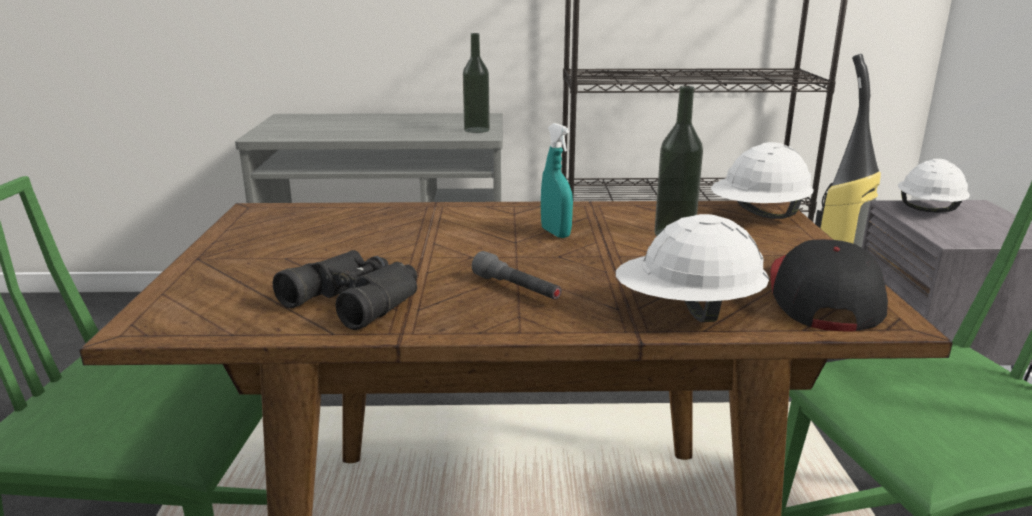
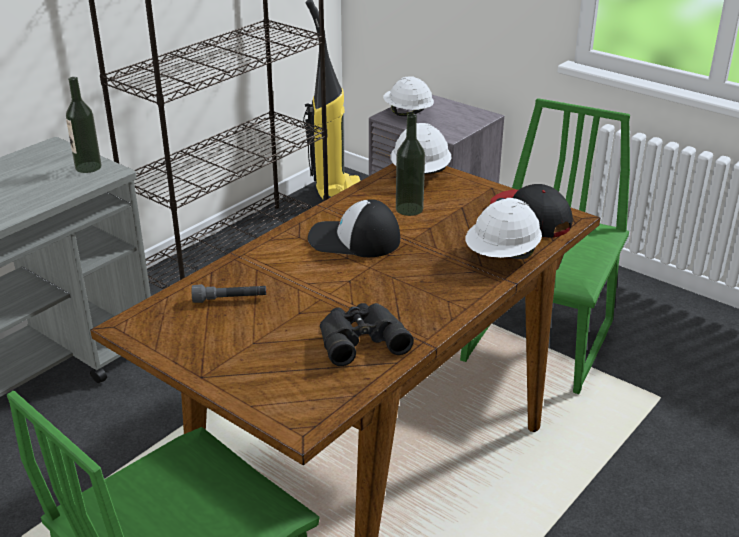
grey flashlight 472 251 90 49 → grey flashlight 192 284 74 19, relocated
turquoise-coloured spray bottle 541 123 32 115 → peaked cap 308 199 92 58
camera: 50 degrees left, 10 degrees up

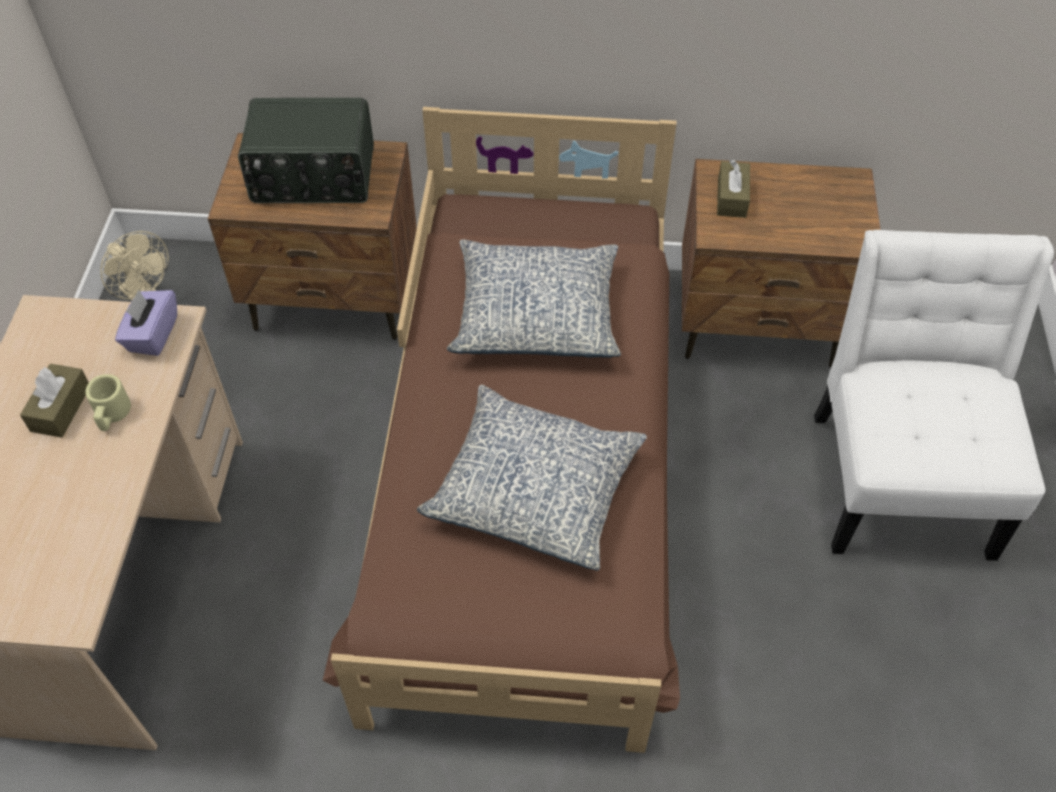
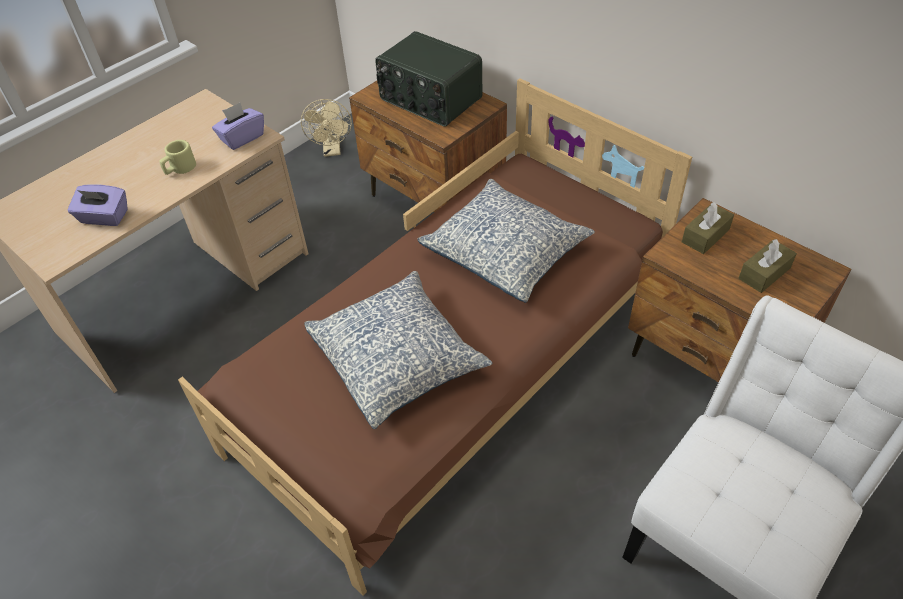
brown box of tissues 20 364 69 74 → brown box of tissues 739 239 58 54, relocated
- → purple box of tissues 68 184 60 42
camera: 40 degrees right, 5 degrees down

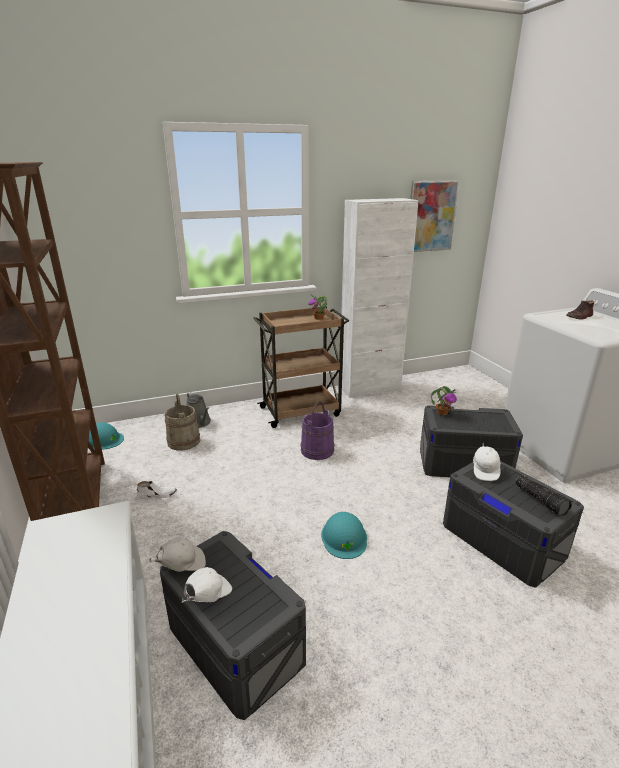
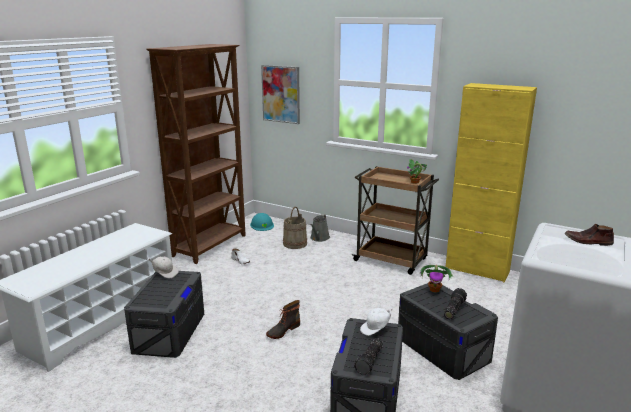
whitish peaked cap 182 567 50 36 → -
purple water bucket 301 401 34 59 → -
turquoise-coloured safety helmet 321 512 46 47 → boot 266 300 34 39
whitish cabinet 341 198 78 200 → yellow cabinet 445 83 92 200
picture 410 180 50 72 → picture 261 65 39 59, relocated
- → flashlight 444 288 23 31
camera: 50 degrees right, 5 degrees down

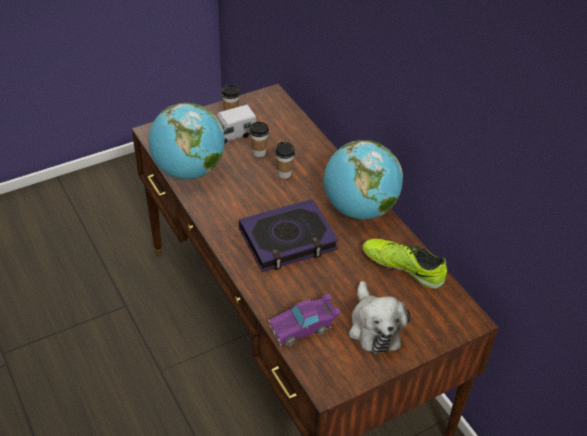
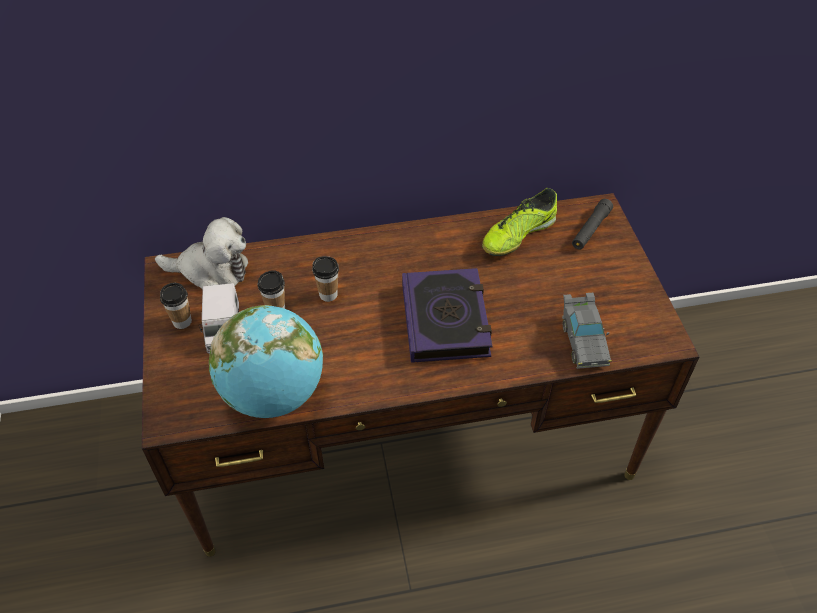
purple miniature car 268 294 73 52 → grey miniature car 562 293 50 76
desk globe 324 140 79 79 → -
plush toy 349 281 61 73 → plush toy 155 217 93 72, relocated
- → black-coloured flashlight 572 199 41 51
camera: 70 degrees left, 5 degrees up

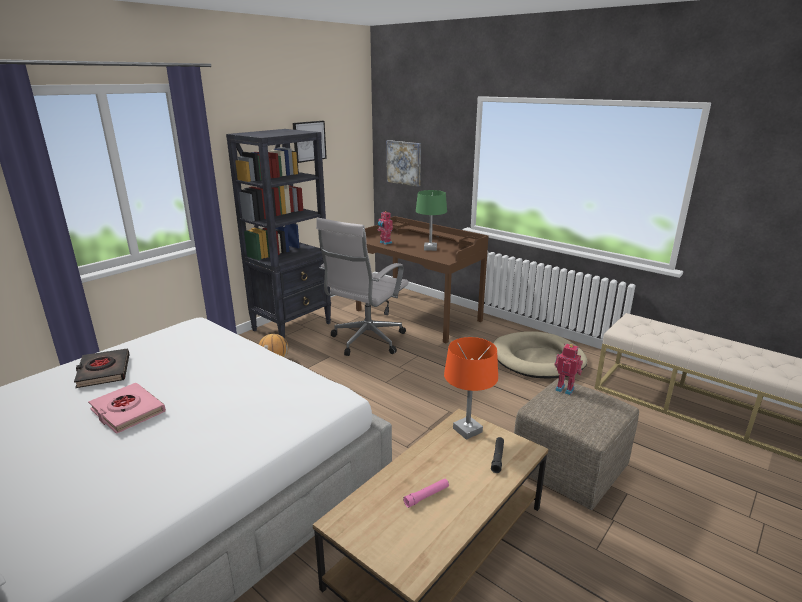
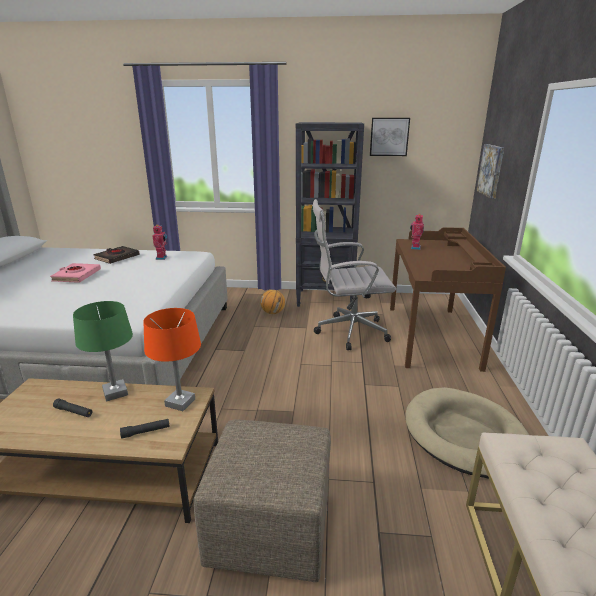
pink flashlight 403 478 46 30 → black-coloured flashlight 53 399 39 18
green-coloured lamp for a table 416 190 31 61 → green-coloured lamp for a table 73 301 60 101, relocated
model robot 554 343 29 52 → model robot 153 224 14 36, relocated
camera: 55 degrees right, 0 degrees up

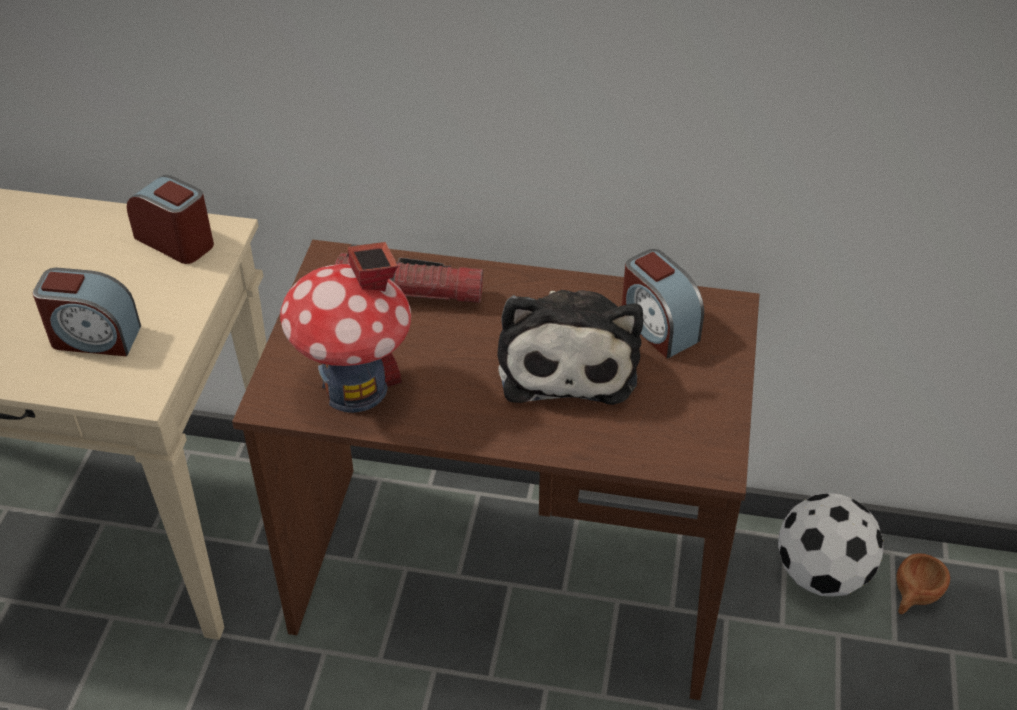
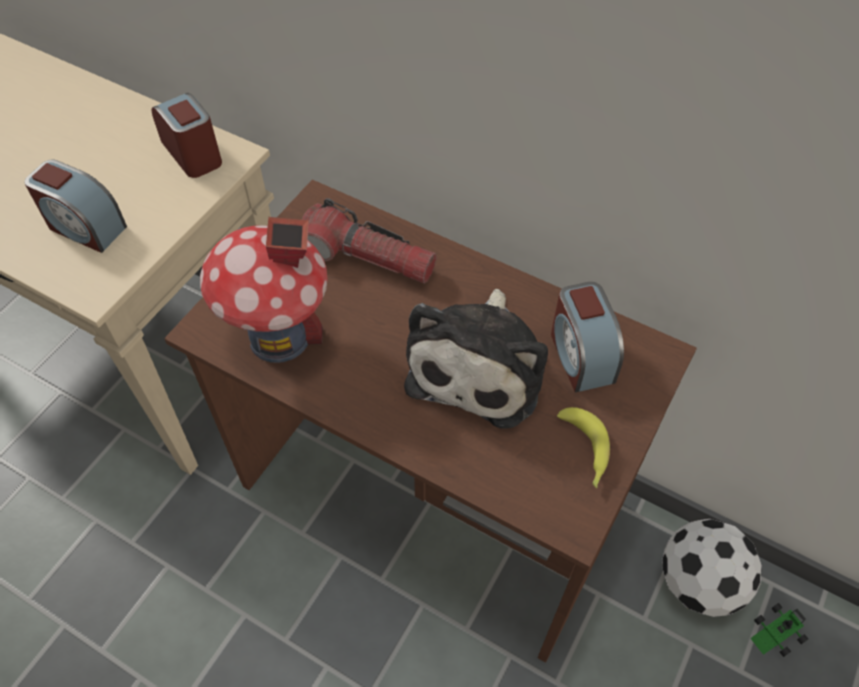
brown drinking cup 896 553 54 61 → miniature car 750 603 58 54
- → whole banana 557 407 53 81
camera: 20 degrees right, 10 degrees up

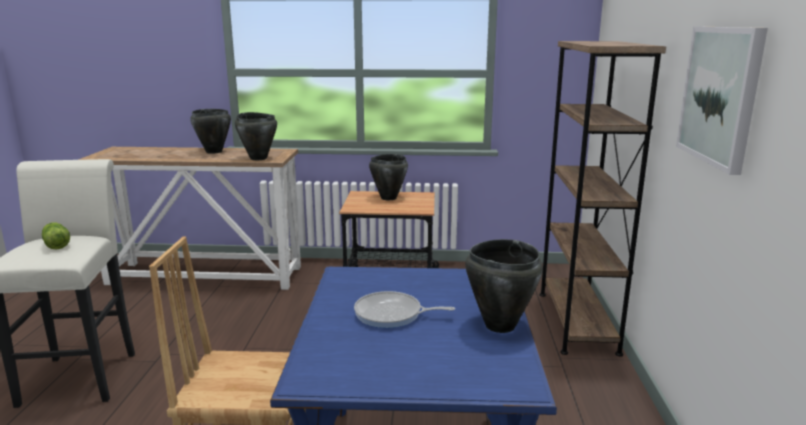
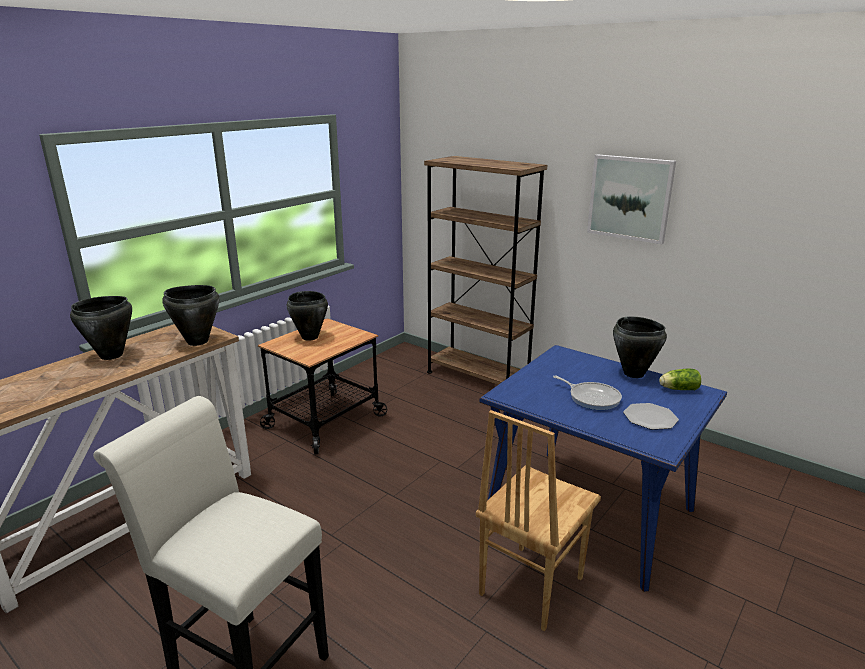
lettuce 42 222 28 27 → lettuce 659 368 42 22, relocated
skillet 354 291 101 37 → skillet 553 376 69 34, 90 degrees counterclockwise
- → dinner plate 623 403 56 27
camera: 55 degrees left, 5 degrees up

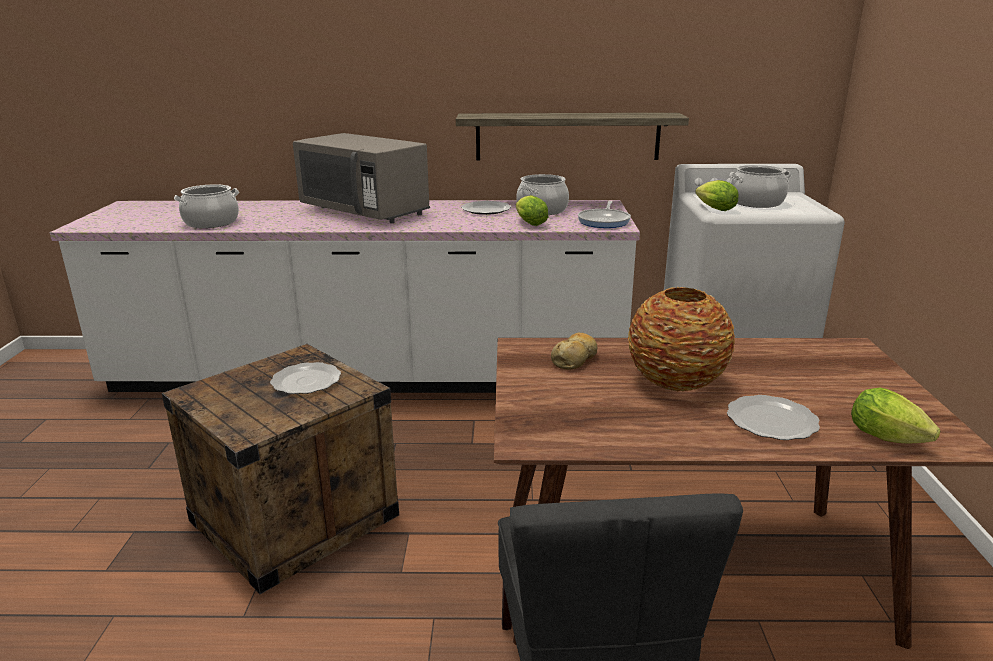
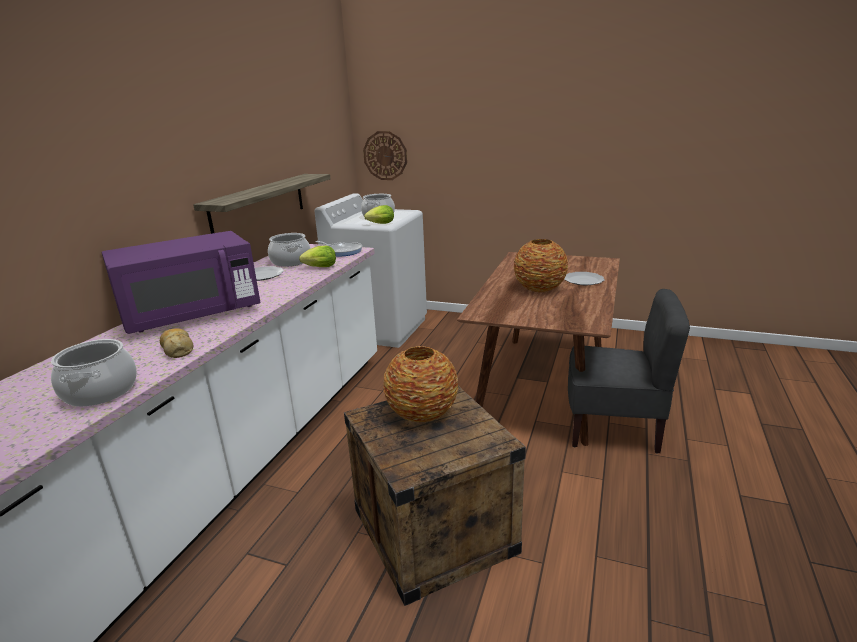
dinner plate 270 362 71 32 → decorative vase 383 346 75 76
grey kitchen microwave 293 133 137 90 → purple kitchen microwave 102 231 159 103
bread 551 333 46 37 → bread 160 328 33 30, relocated
lettuce 851 388 89 55 → -
- → clock on the wall 363 131 44 49
camera: 70 degrees left, 0 degrees up

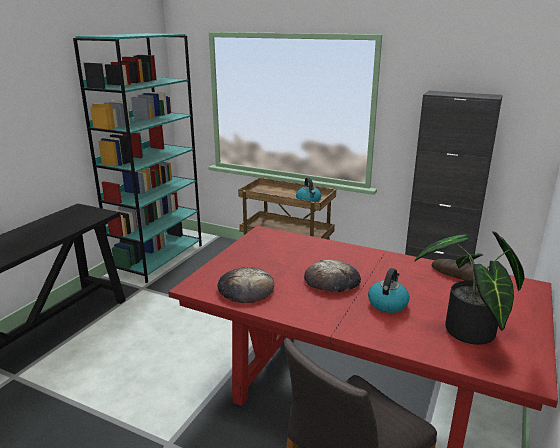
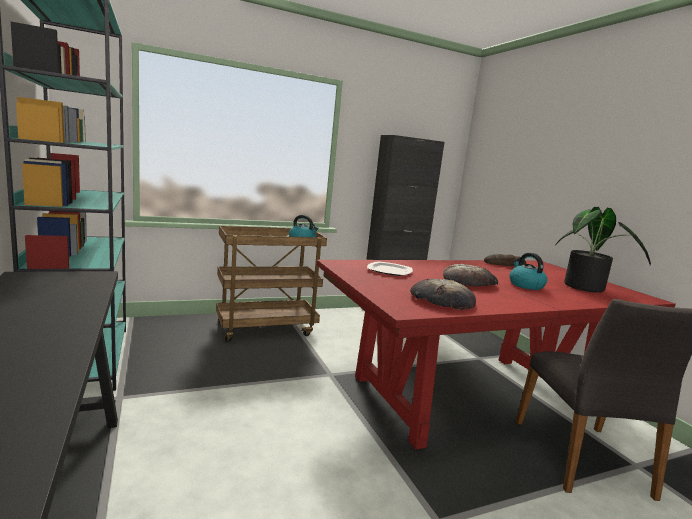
- → dinner plate 367 261 46 15
camera: 50 degrees left, 10 degrees down

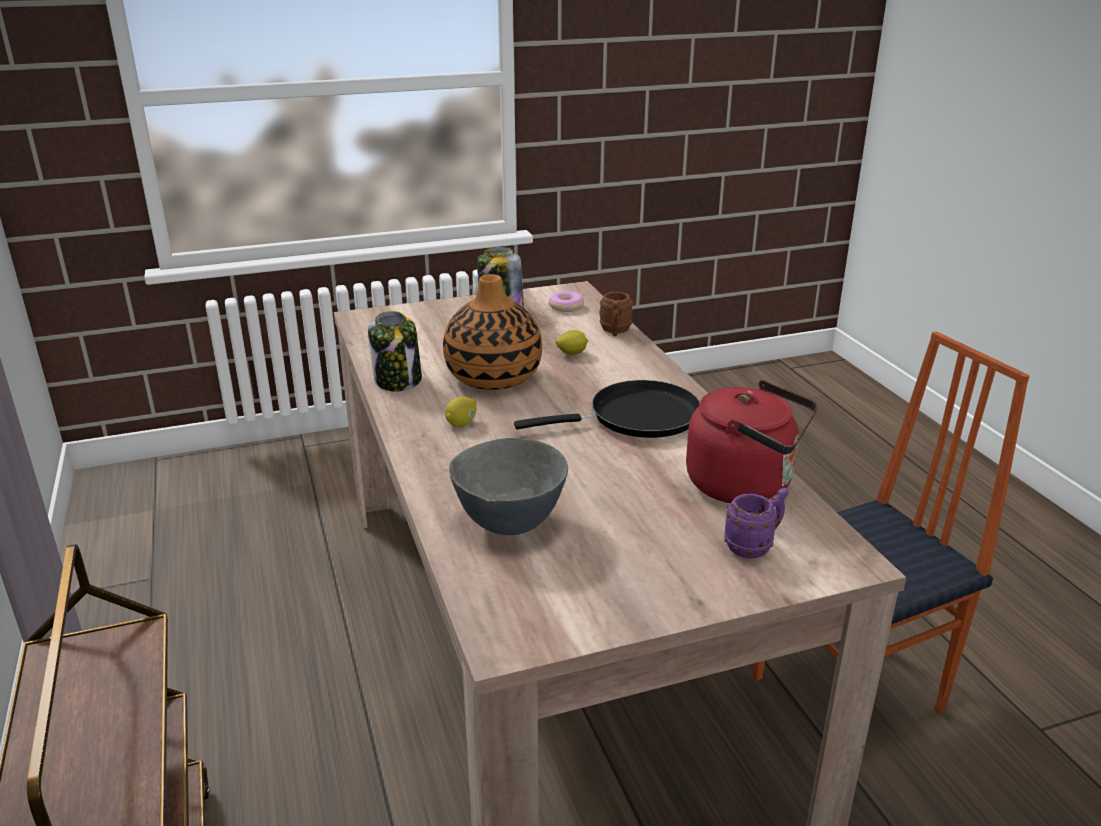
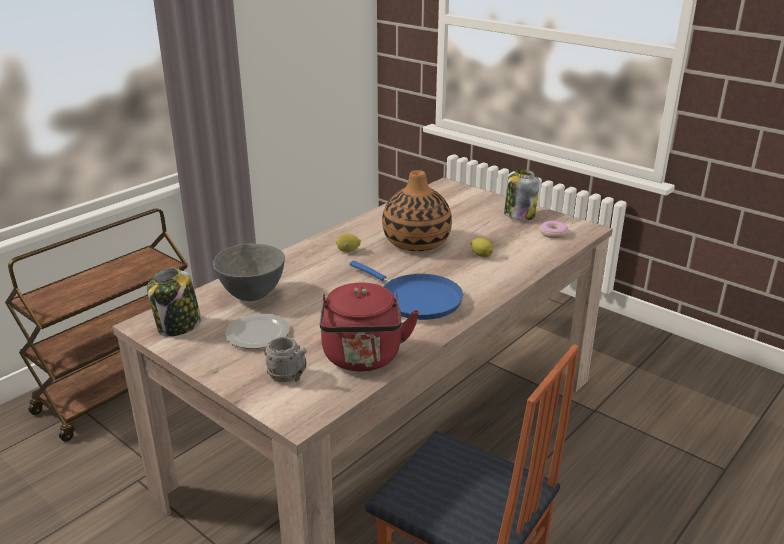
storage jar 368 311 54 81 → storage jar 147 268 54 69, relocated
black-coloured skillet 514 380 186 58 → blue skillet 349 261 114 59
brown coffee mug 599 292 34 44 → -
purple coffee mug 724 488 64 71 → grey coffee mug 265 337 42 45
- → dinner plate 225 314 65 35
camera: 60 degrees right, 0 degrees up

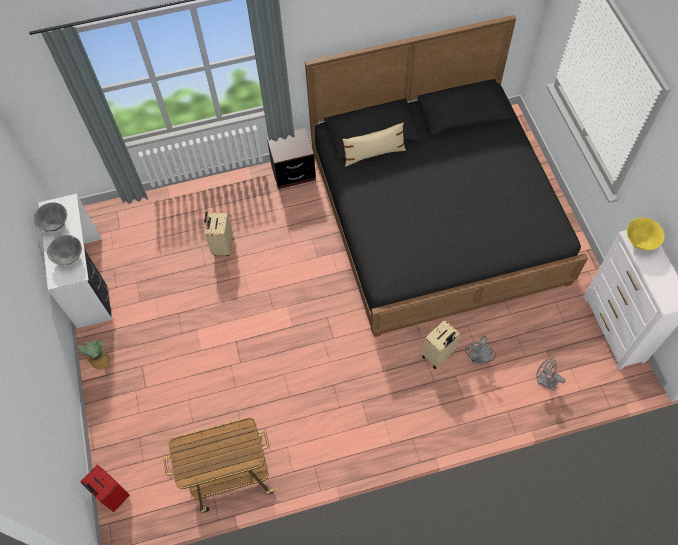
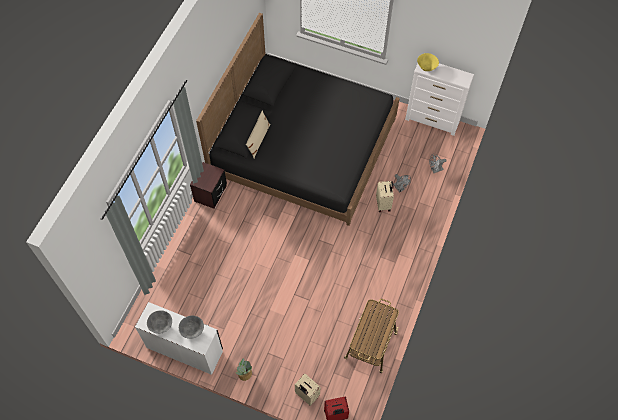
beige piece of luggage 204 212 29 44 → beige piece of luggage 295 373 26 33, relocated
camera: 55 degrees left, 0 degrees up

